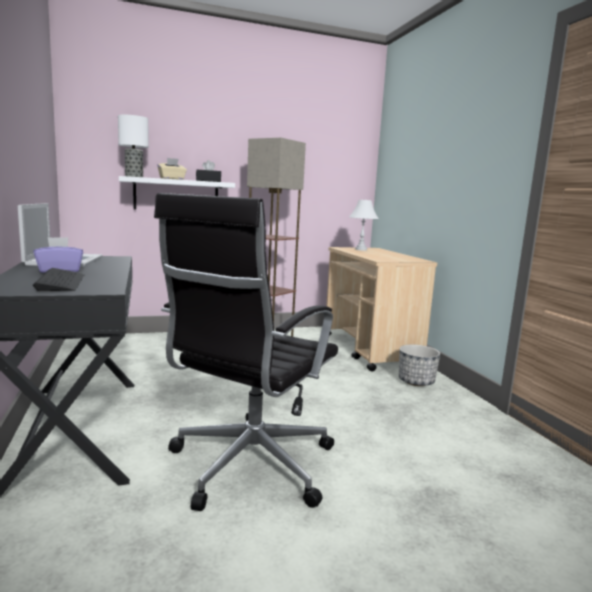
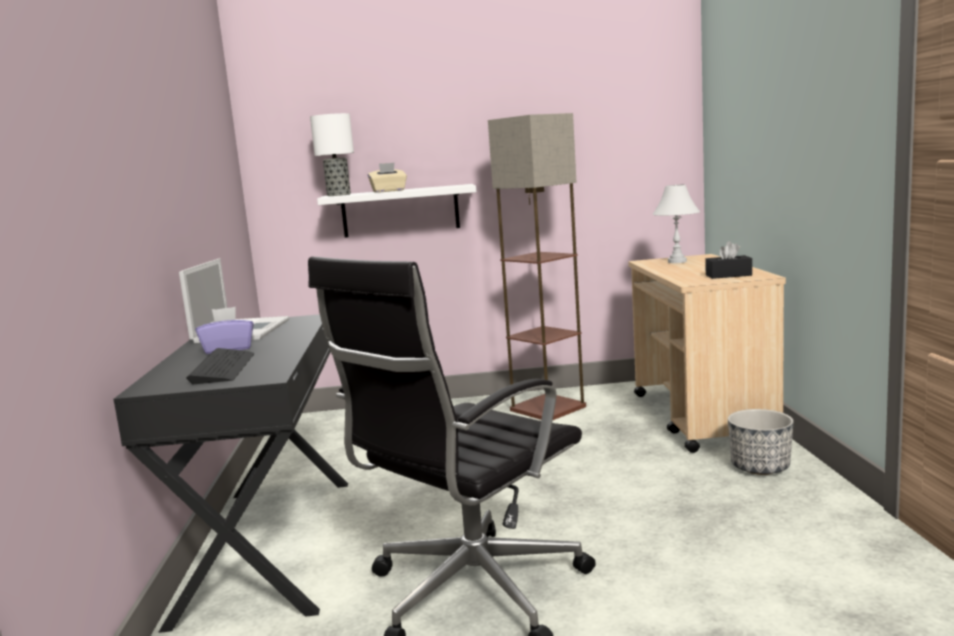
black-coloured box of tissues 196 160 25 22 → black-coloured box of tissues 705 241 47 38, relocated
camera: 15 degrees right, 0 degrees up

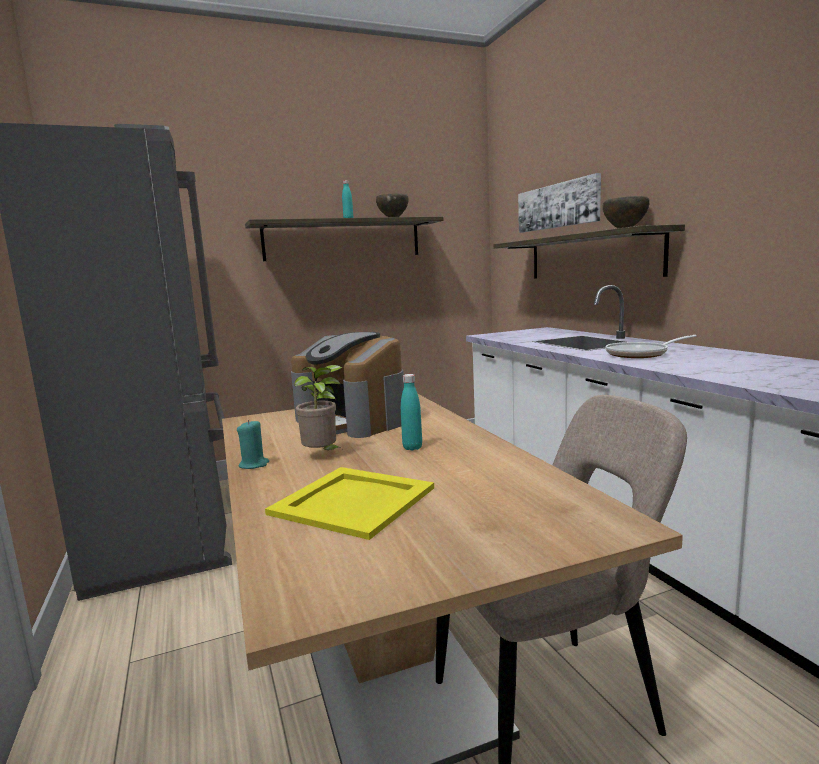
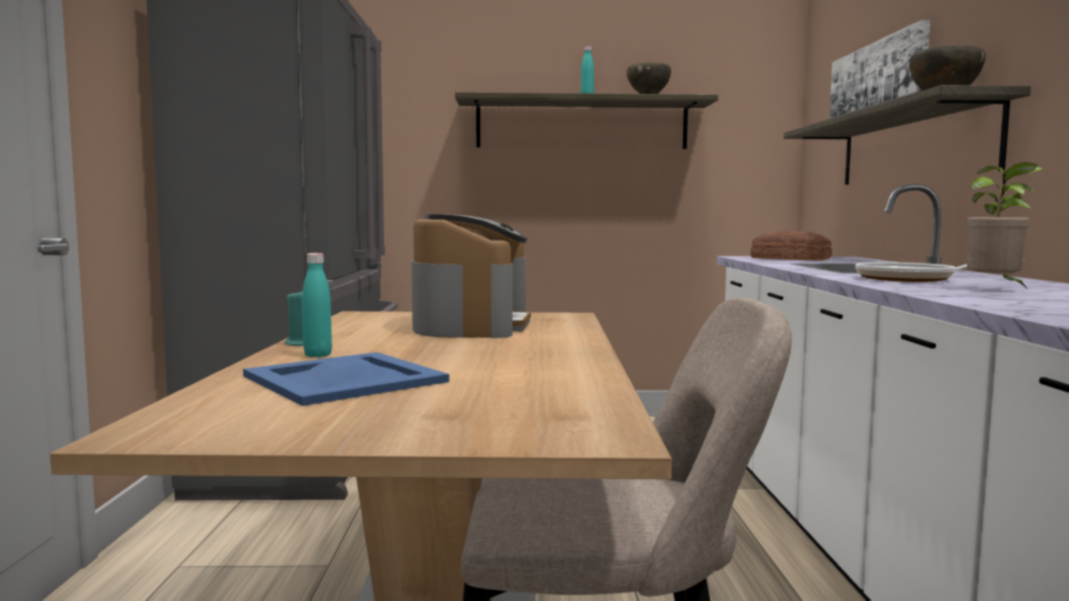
yellow serving tray 265 467 169 73 → blue serving tray 243 352 206 54
coffee brewer 291 332 113 106 → coffee brewer 412 215 119 123, 150 degrees counterclockwise
houseplant 294 365 48 85 → houseplant 966 163 77 125, relocated
turquoise-coloured bottle 401 374 21 76 → turquoise-coloured bottle 302 253 30 104, relocated
- → bread 750 231 82 30
camera: 20 degrees right, 5 degrees down

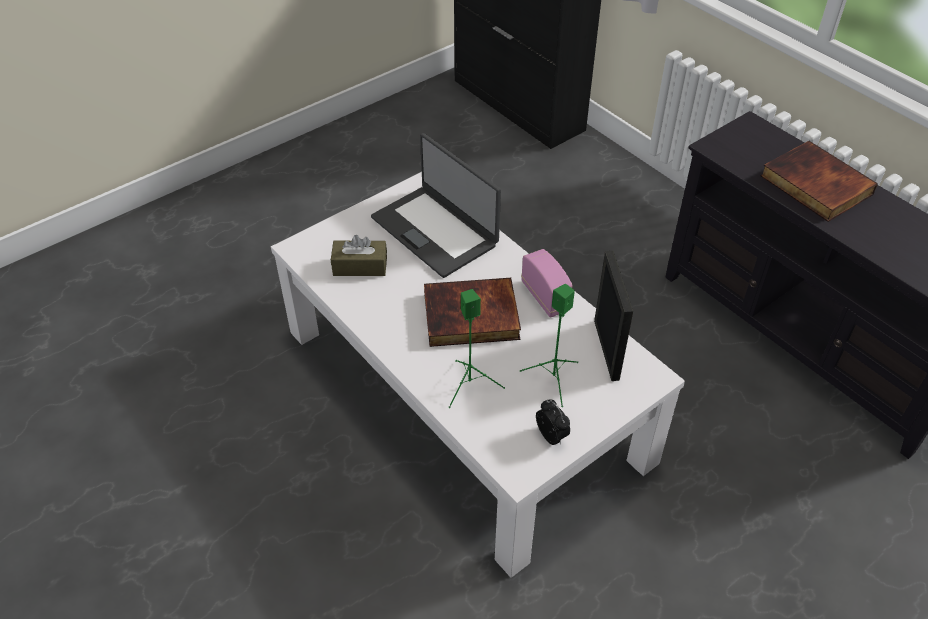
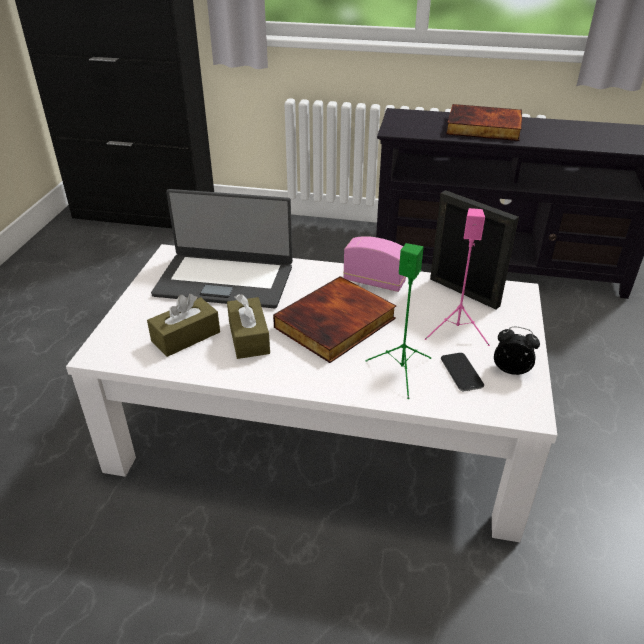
green-coloured speaker 520 284 58 123 → pink speaker 425 208 65 138
- → brown box of tissues 227 294 43 65
- → telephone 441 353 43 38
camera: 40 degrees left, 10 degrees down

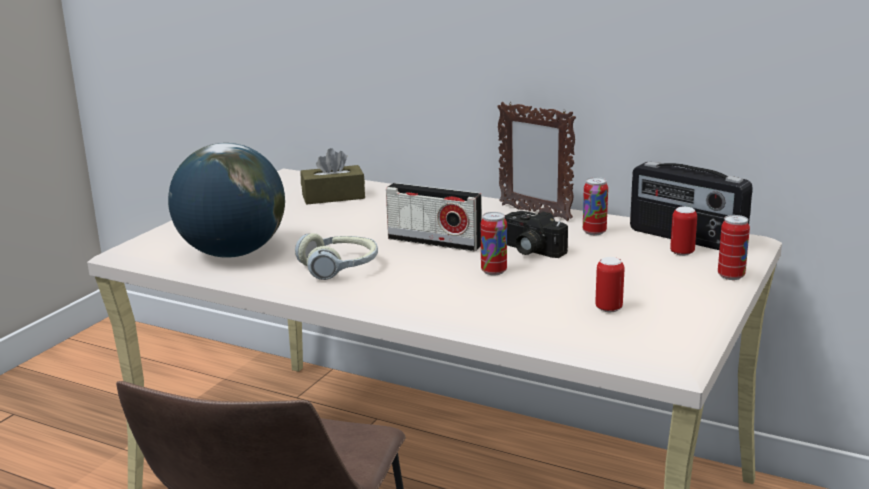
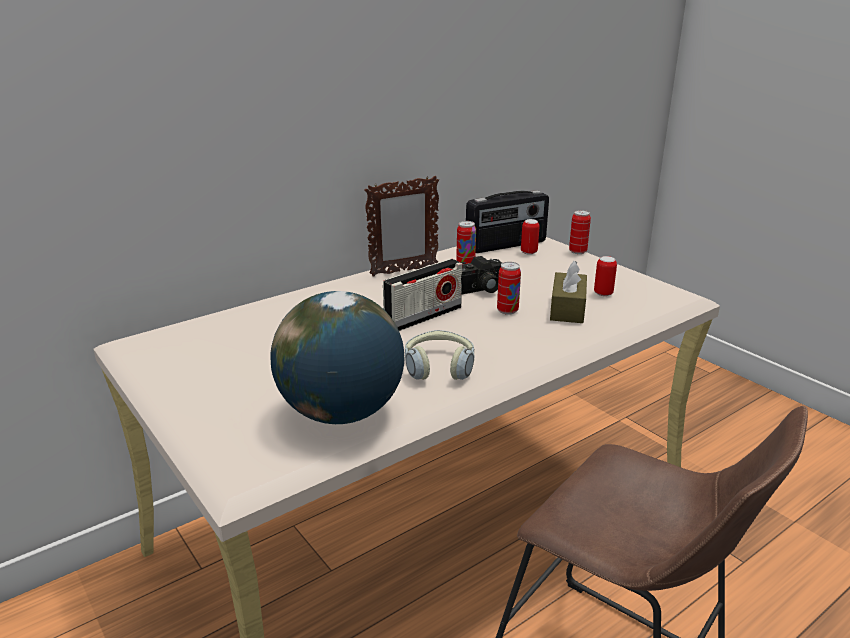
brown box of tissues 301 148 64 56 → brown box of tissues 550 261 37 62, relocated
camera: 65 degrees left, 5 degrees up

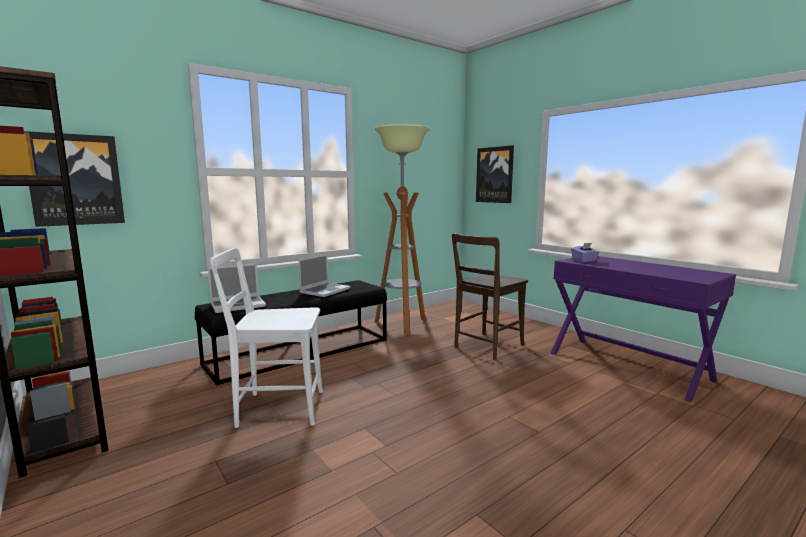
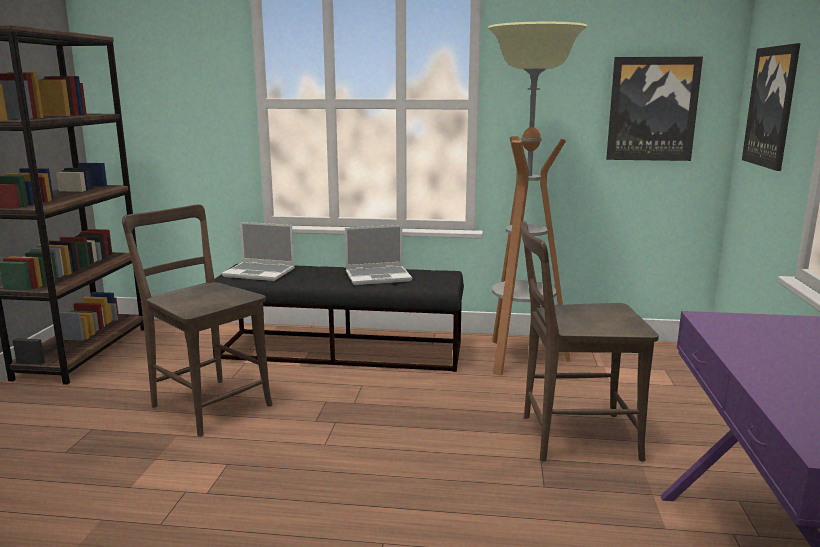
picture 24 131 101 96 → picture 606 57 97 104, relocated
whitish upright chair 210 248 113 180 → brown upright chair 122 204 151 233
purple box of tissues 571 243 28 20 → -
camera: 45 degrees right, 5 degrees up

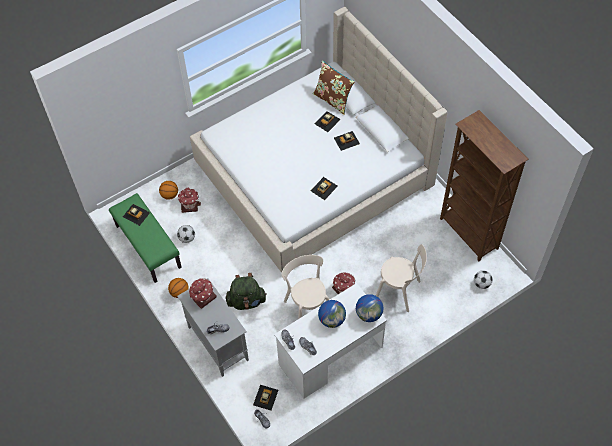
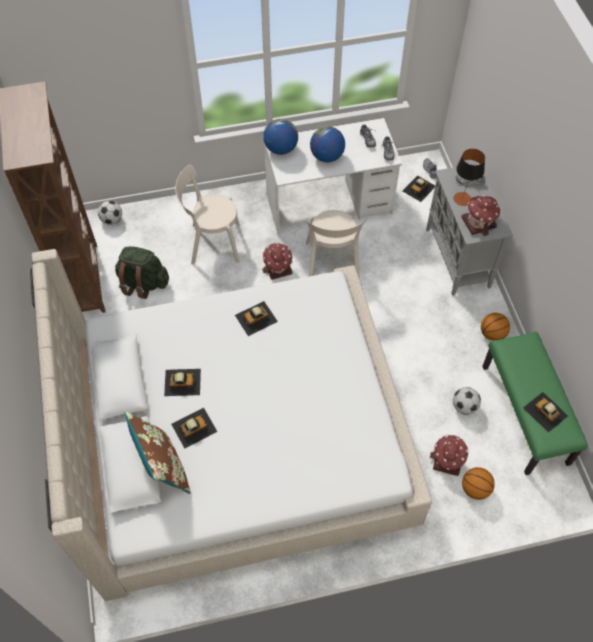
green-coloured backpack 225 273 42 37 → green-coloured backpack 115 246 54 53, relocated
beige upright chair 376 244 51 68 → beige upright chair 175 165 65 99, 45 degrees counterclockwise
- → lamp for a table 454 149 31 57
camera: 160 degrees left, 0 degrees up

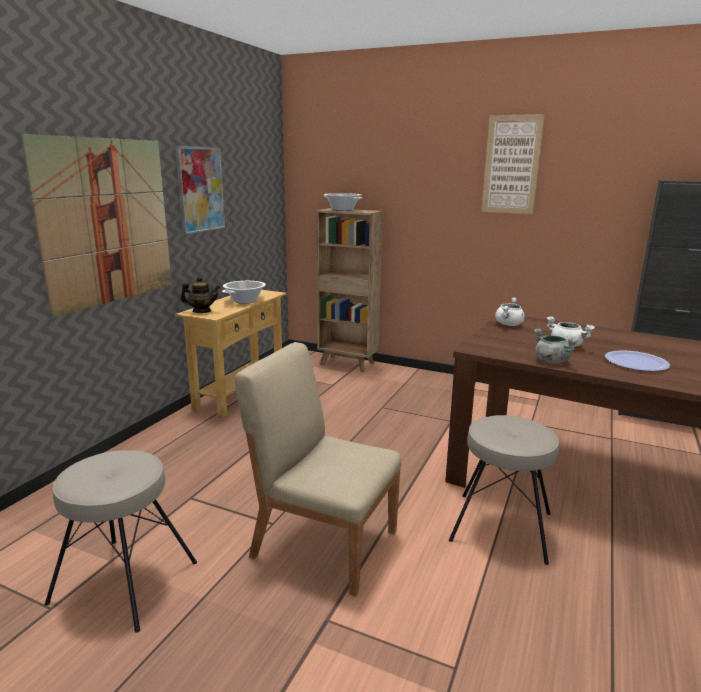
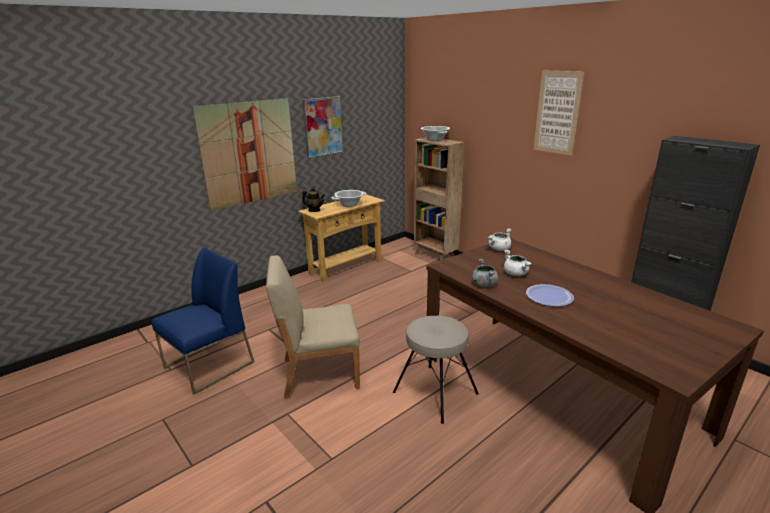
beige stool seat 45 450 152 183 → blue upright chair 152 248 103 146
beige upright chair 235 342 167 255 → beige upright chair 266 256 94 143, 60 degrees counterclockwise
camera: 25 degrees right, 5 degrees up

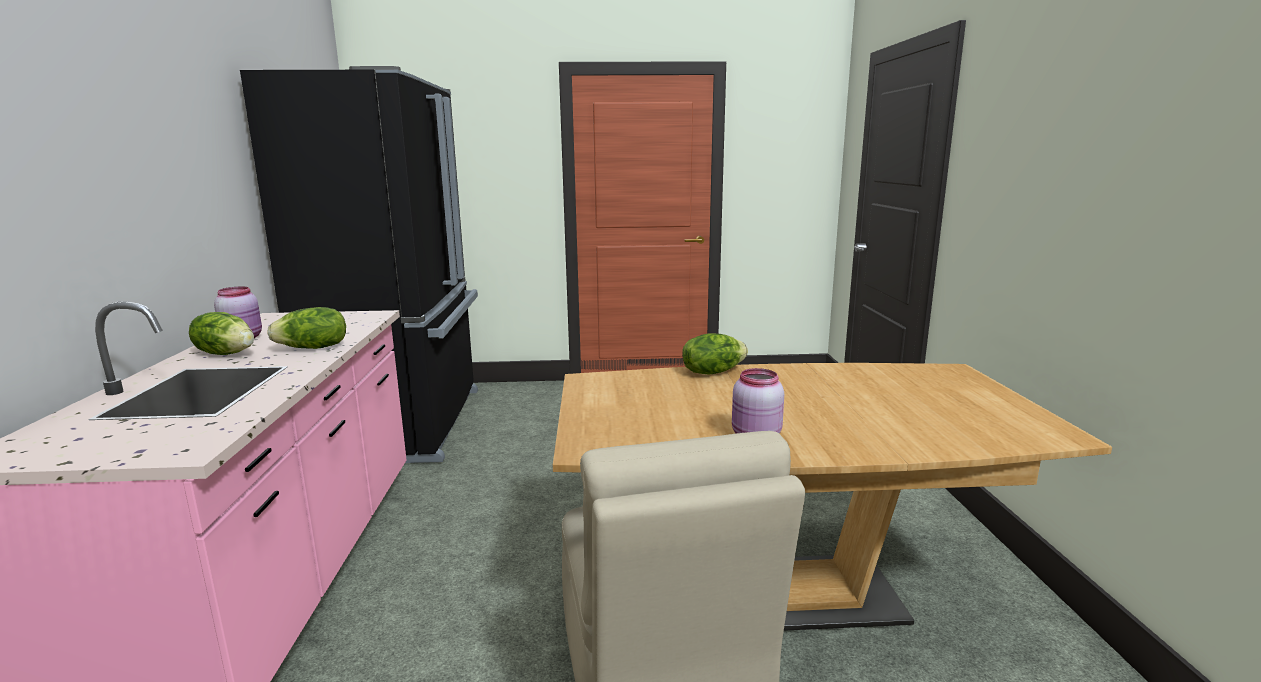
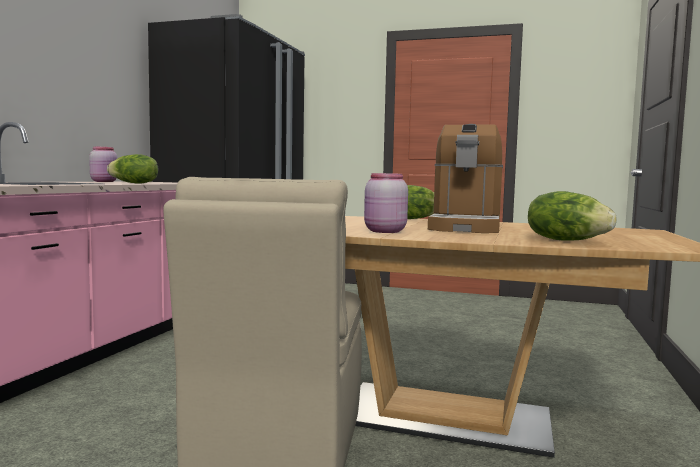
lettuce 189 312 65 43 → lettuce 528 191 88 50, relocated
- → coffee brewer 428 124 75 109
camera: 20 degrees right, 10 degrees down

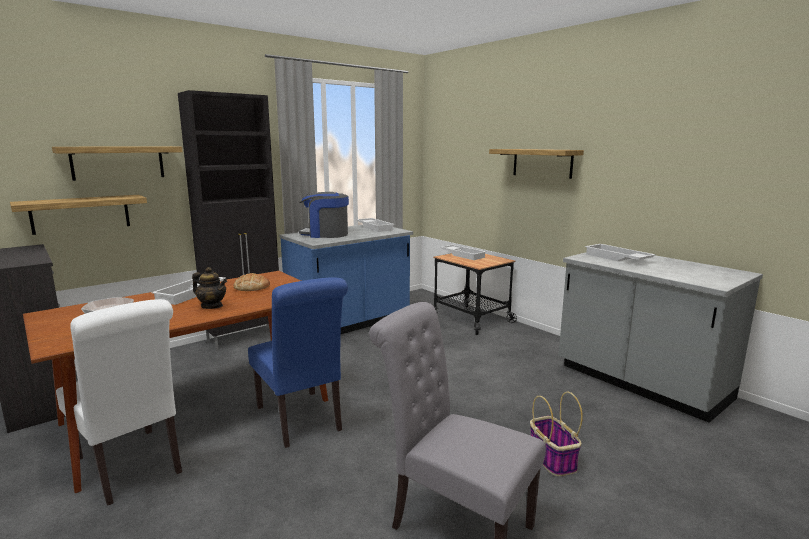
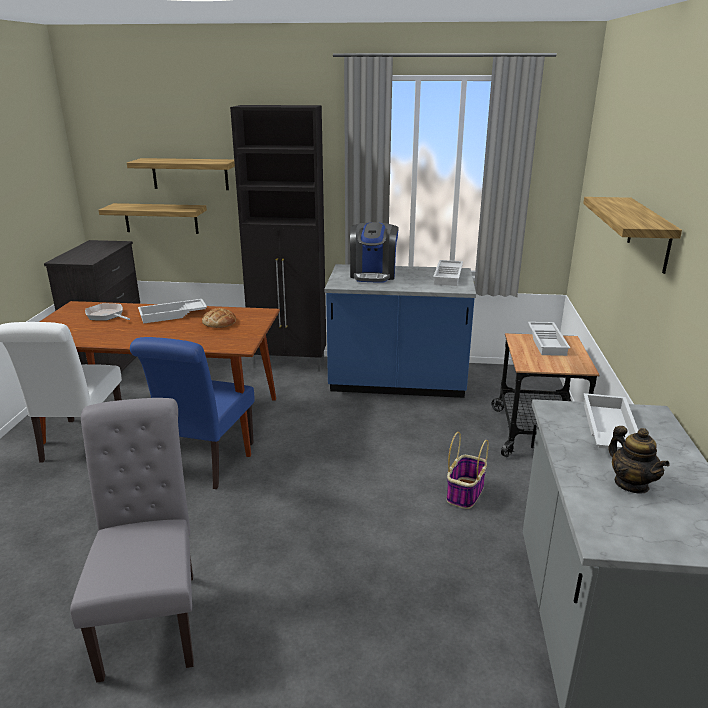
pot for tea 192 267 35 42 → pot for tea 608 426 62 68, relocated
coffee brewer 299 192 50 46 → coffee brewer 350 222 49 61, 135 degrees counterclockwise
storage basket 530 392 53 84 → storage basket 447 432 42 77, relocated
camera: 45 degrees right, 10 degrees up

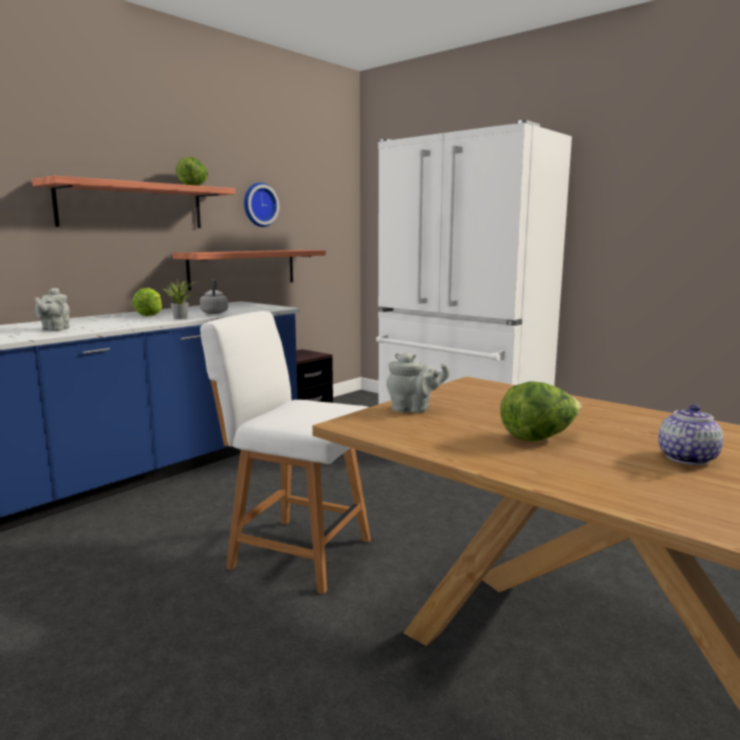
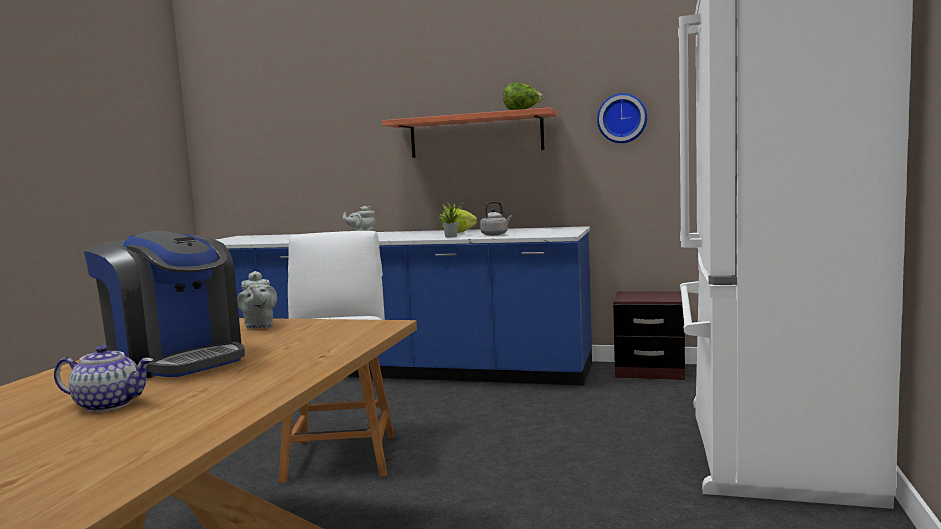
bracket shelf 173 250 153 40 → -
lettuce 500 381 81 61 → coffee brewer 84 231 161 147
camera: 65 degrees right, 5 degrees down

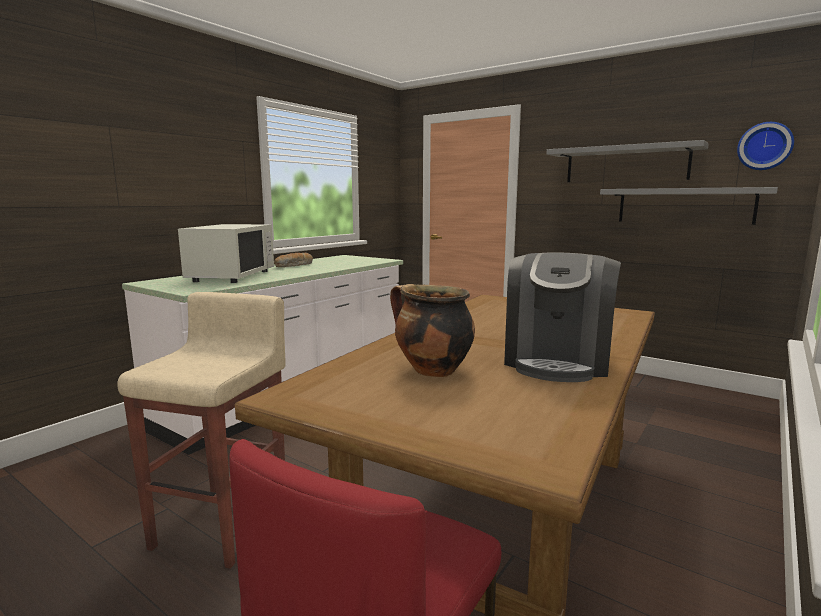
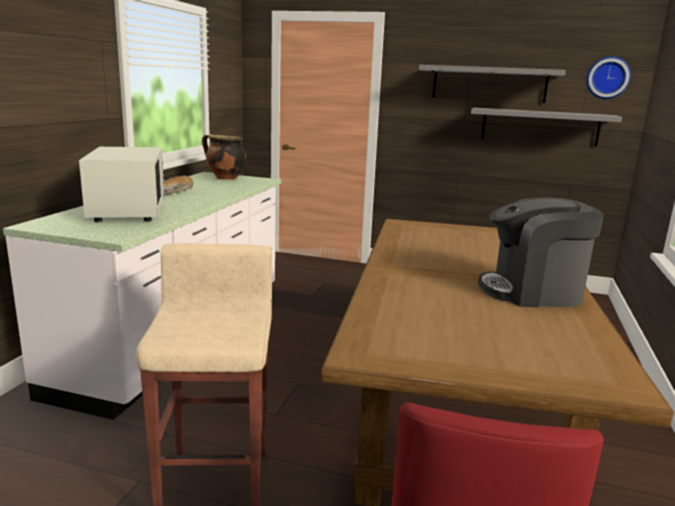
stockpot 390 284 85 93 → stockpot 202 134 44 46, relocated
coffee brewer 504 252 117 130 → coffee brewer 478 197 126 110, 90 degrees clockwise
camera: 20 degrees left, 5 degrees up

